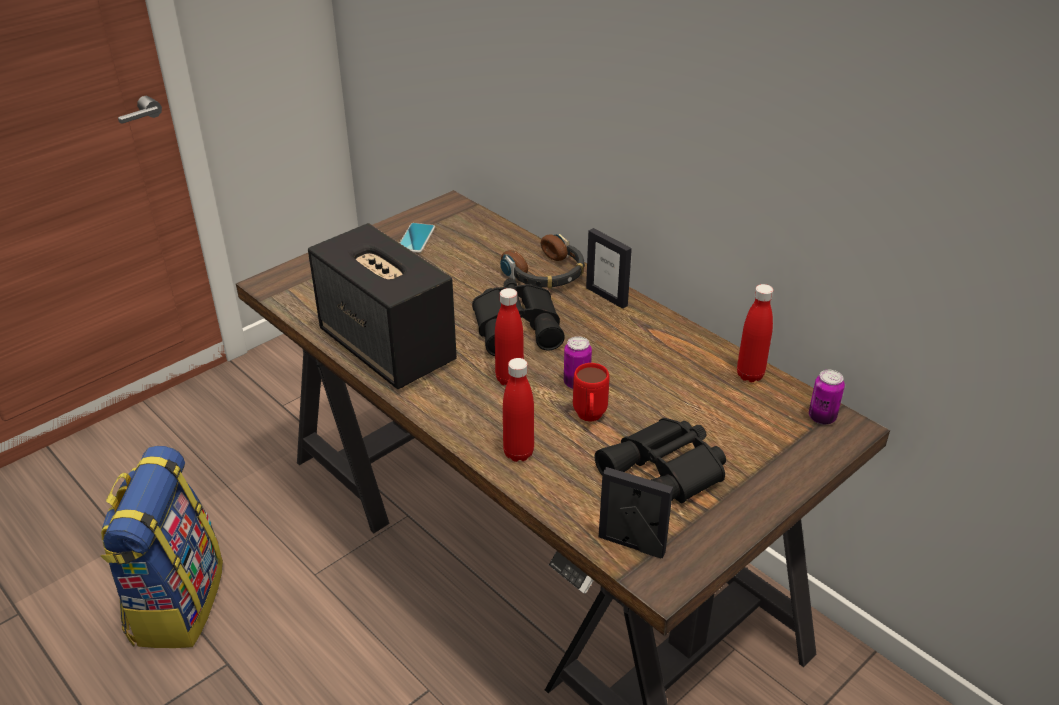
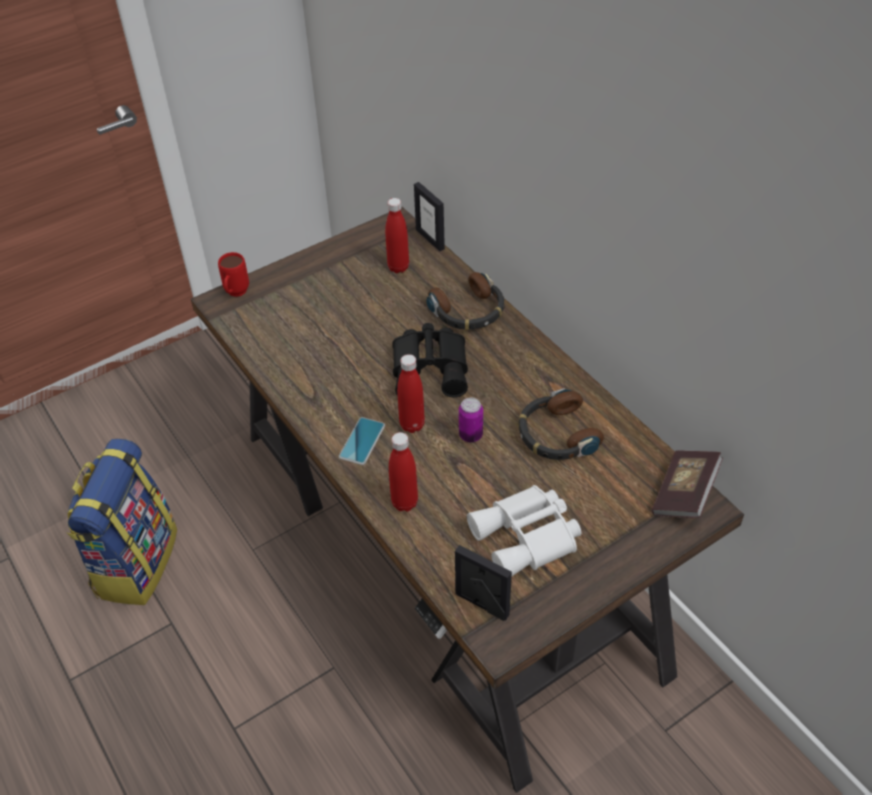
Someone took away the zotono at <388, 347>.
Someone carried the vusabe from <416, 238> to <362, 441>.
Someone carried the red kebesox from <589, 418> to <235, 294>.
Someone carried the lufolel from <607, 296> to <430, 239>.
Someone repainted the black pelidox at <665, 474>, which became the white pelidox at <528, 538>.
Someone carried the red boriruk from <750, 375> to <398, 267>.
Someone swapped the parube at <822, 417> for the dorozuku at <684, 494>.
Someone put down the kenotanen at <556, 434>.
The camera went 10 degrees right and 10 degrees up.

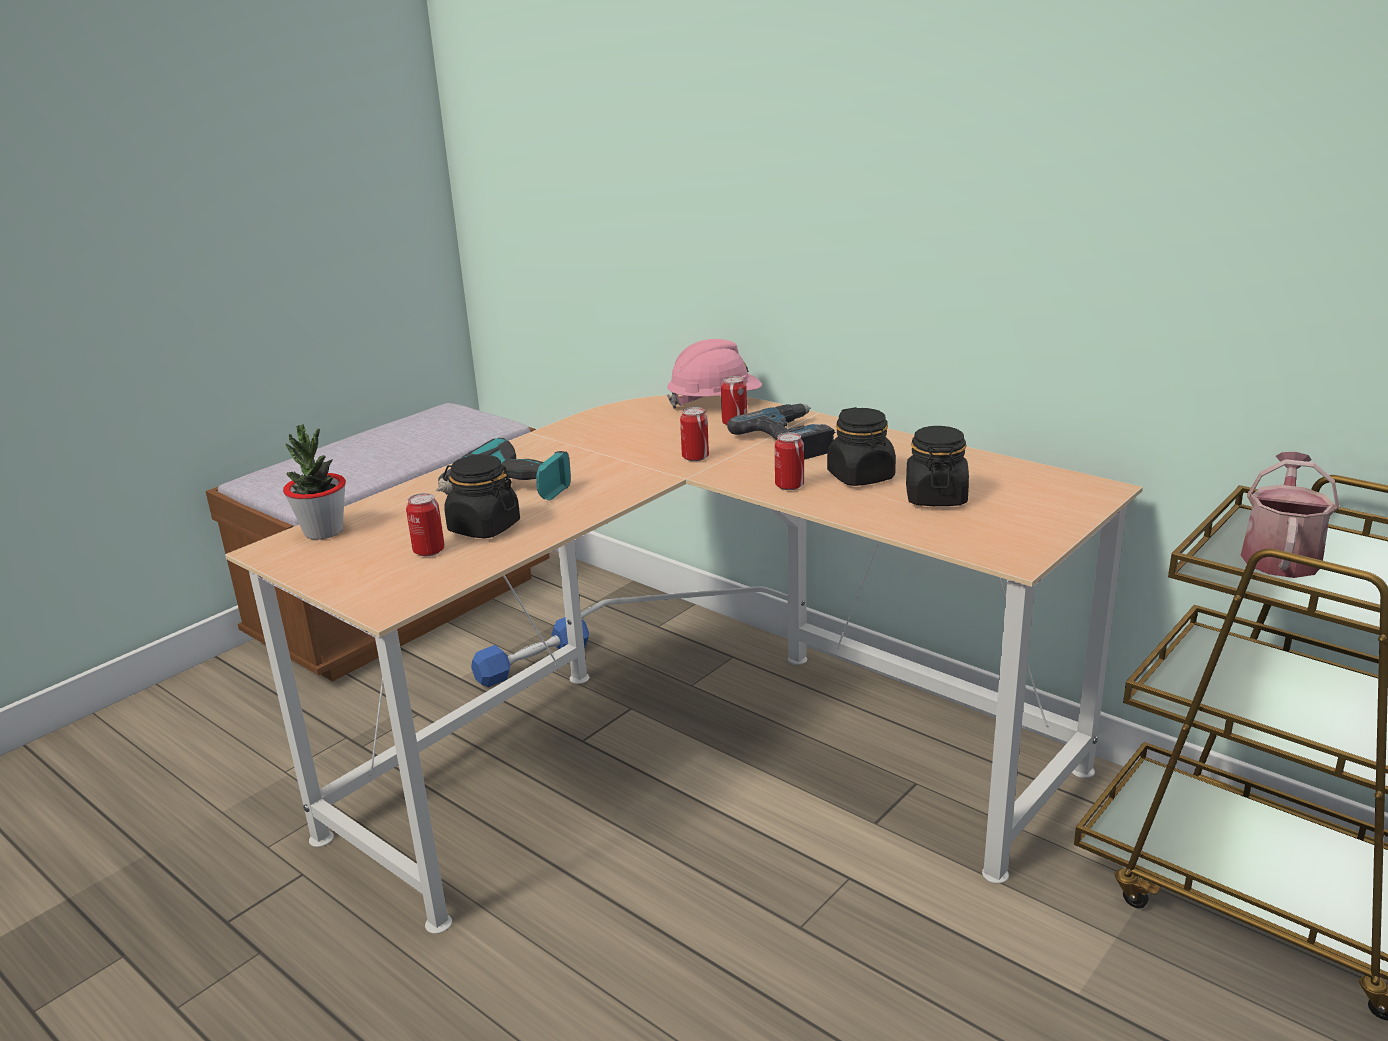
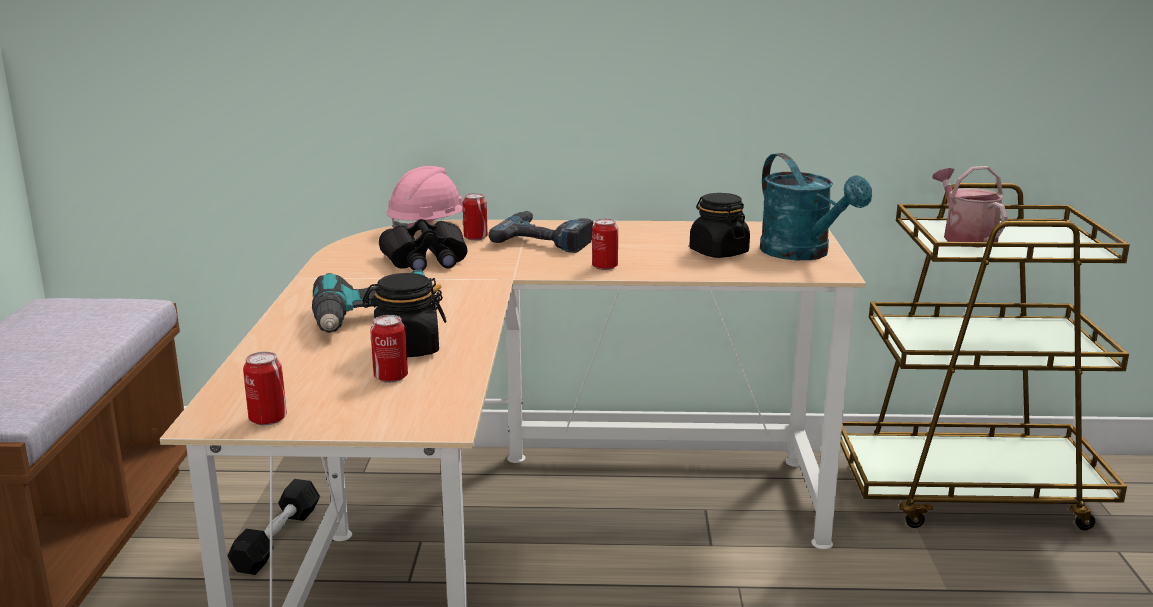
Someone took away the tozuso at <323, 532>.
Someone repainted the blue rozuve at <533, 663>, which became the black rozuve at <277, 539>.
Someone carried the parube from <695, 457> to <268, 419>.
Someone took away the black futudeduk at <861, 477>.
Someone put down the black pelidox at <426, 260>.
Someone put down the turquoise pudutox at <803, 254>.
The camera went 40 degrees left and 5 degrees down.

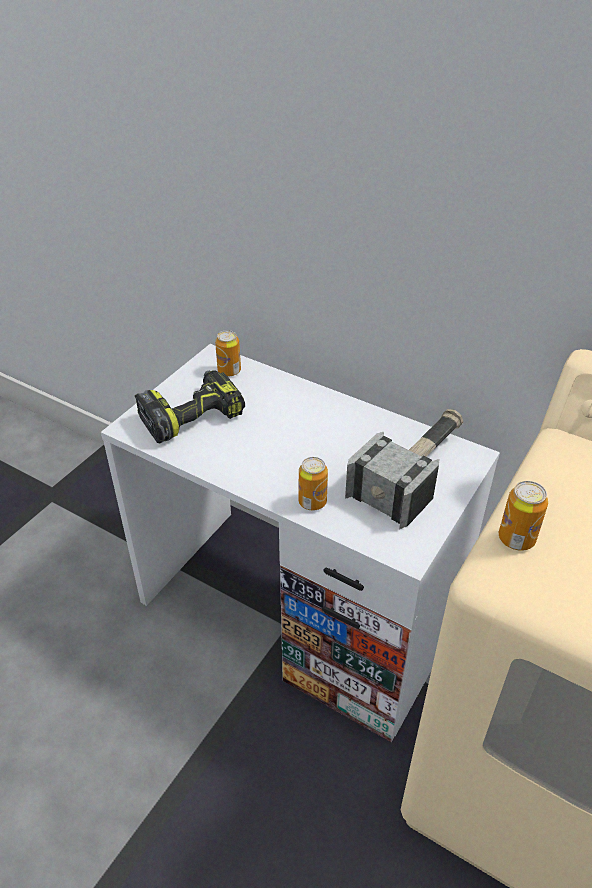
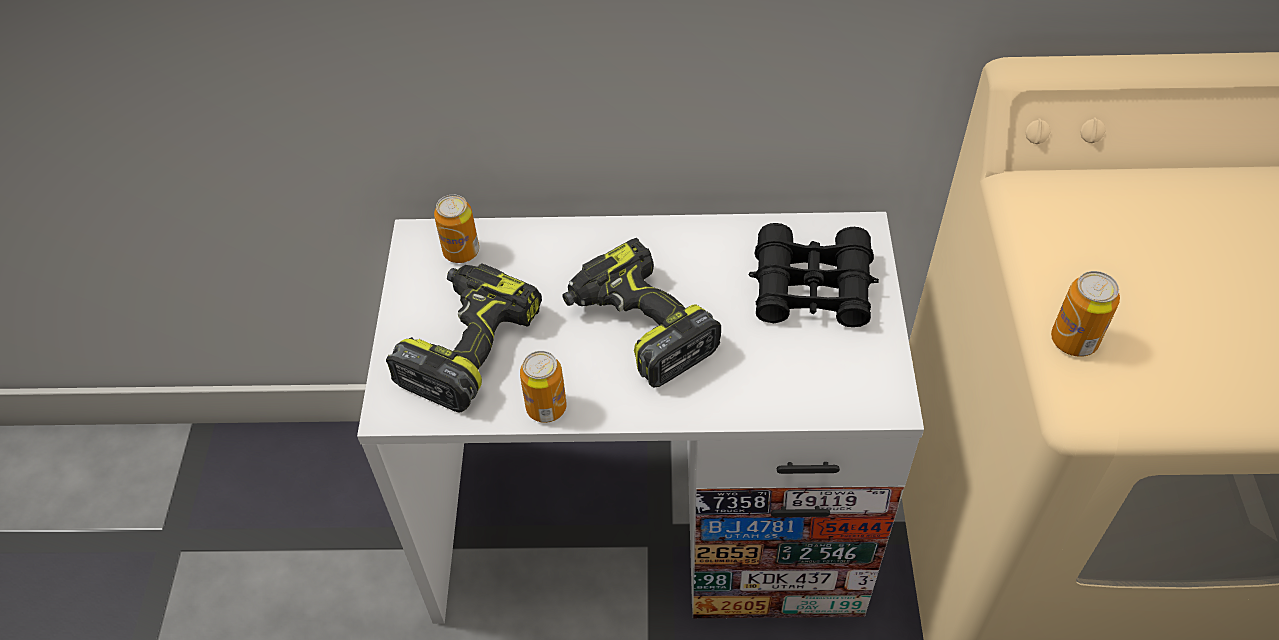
Someone carried the parube from <312, 502> to <546, 408>.
Someone swapped the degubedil at <413, 472> for the black pelidox at <811, 288>.
Someone put down the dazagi at <638, 326>.
The camera went 30 degrees left and 10 degrees up.

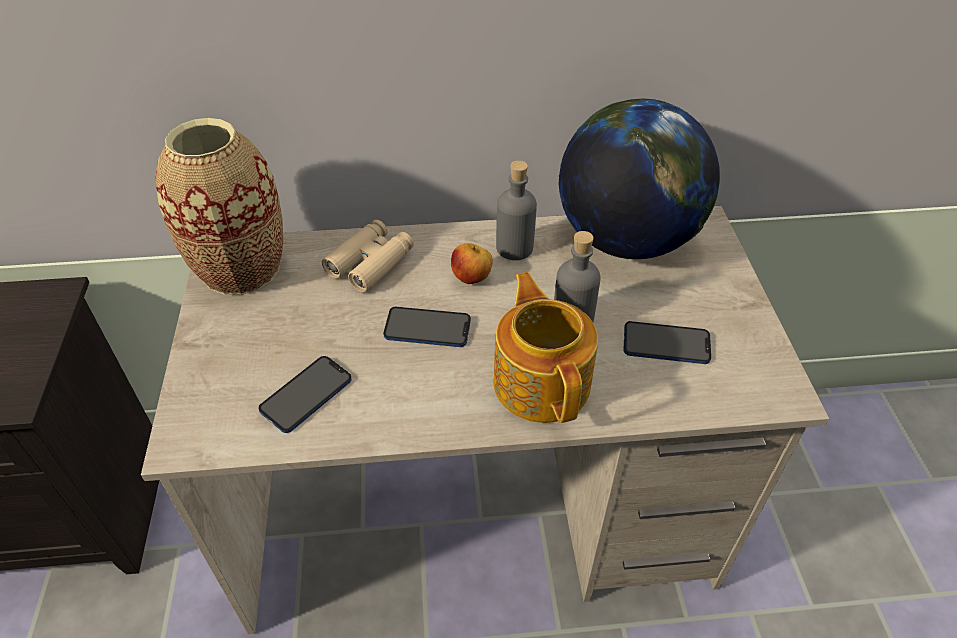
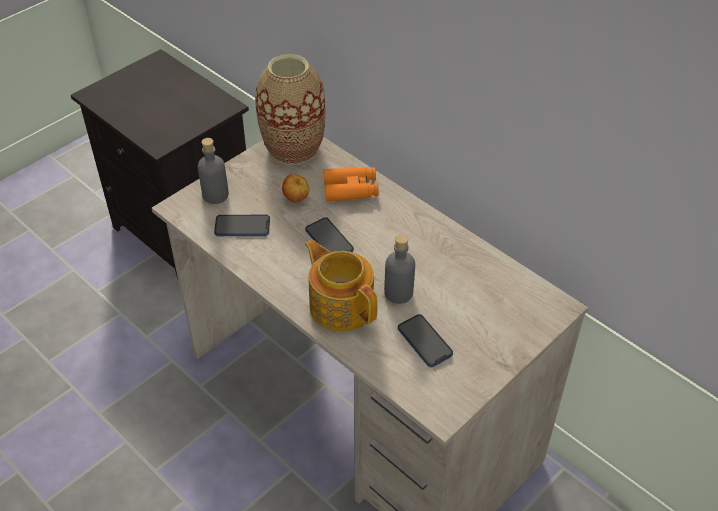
Someone repainted the beige pelidox at <370, 262>, which became the orange pelidox at <351, 189>.
Someone carried the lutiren from <472, 278> to <296, 199>.
Someone rotated the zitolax at <542, 381> by 75 degrees counterclockwise.
Someone carried the grey boriruk from <514, 248> to <215, 195>.
Someone took away the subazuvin at <626, 241>.
The camera went 50 degrees right and 0 degrees up.

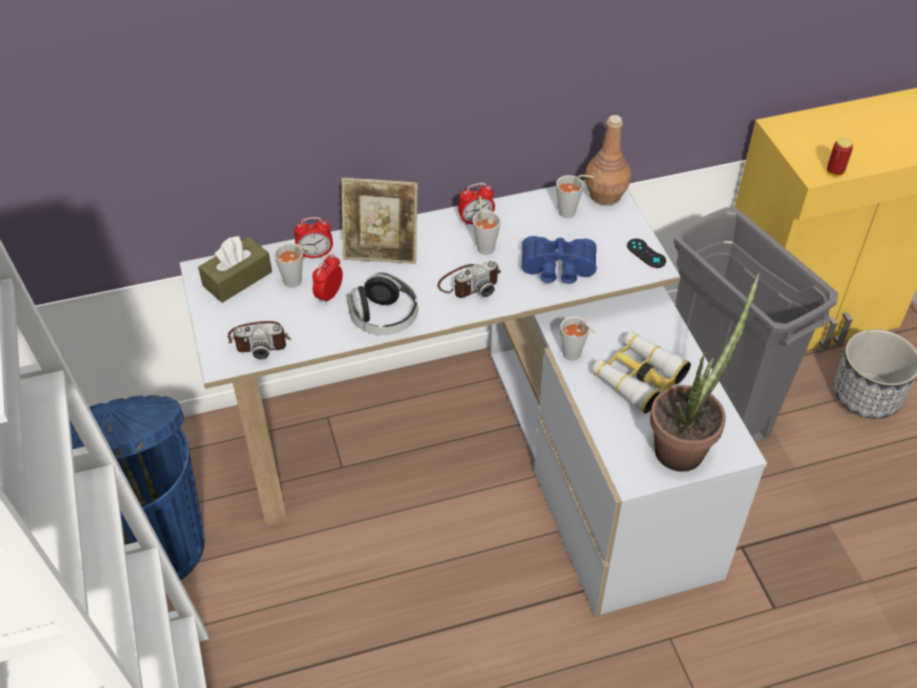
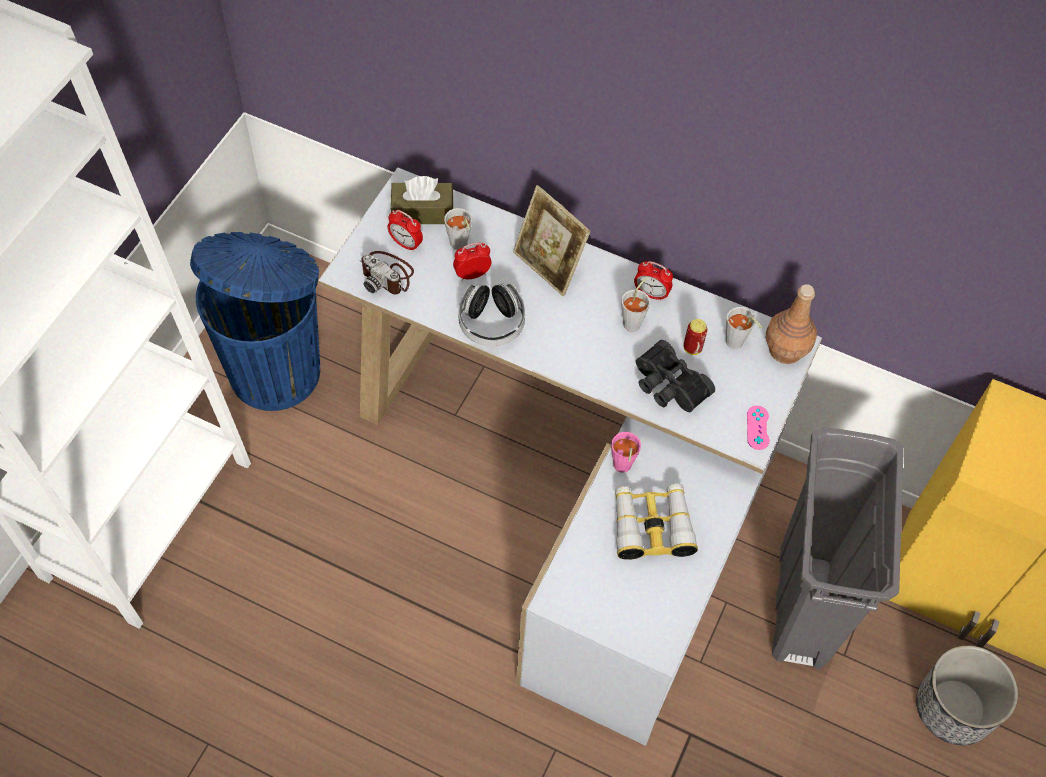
Someone carried the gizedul from <315, 255> to <406, 244>.
Someone took away the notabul at <469, 283>.
Someone repainted the blue pelidox at <558, 270>, which became the black pelidox at <668, 386>.
Someone repainted the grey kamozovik at <574, 356>, which became the pink kamozovik at <621, 468>.
Someone repainted the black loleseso at <646, 253>, which became the pink loleseso at <758, 428>.
Someone took away the tozuso at <685, 444>.
Someone carried the parube from <835, 172> to <692, 348>.
The camera went 40 degrees right and 10 degrees up.

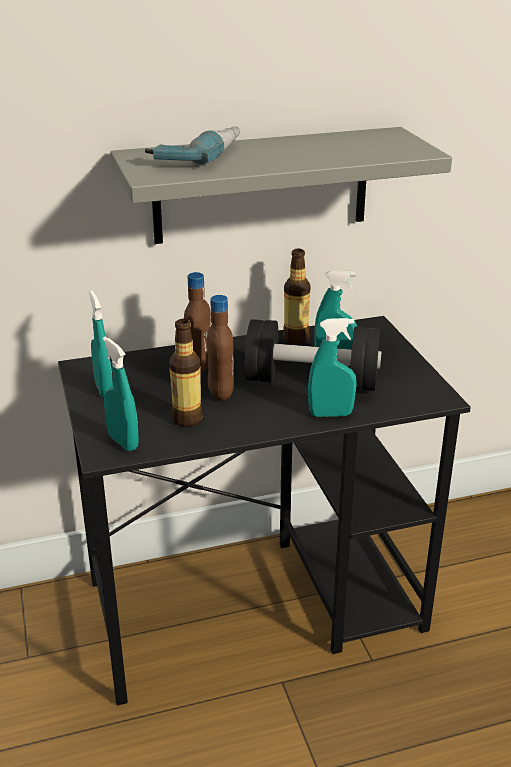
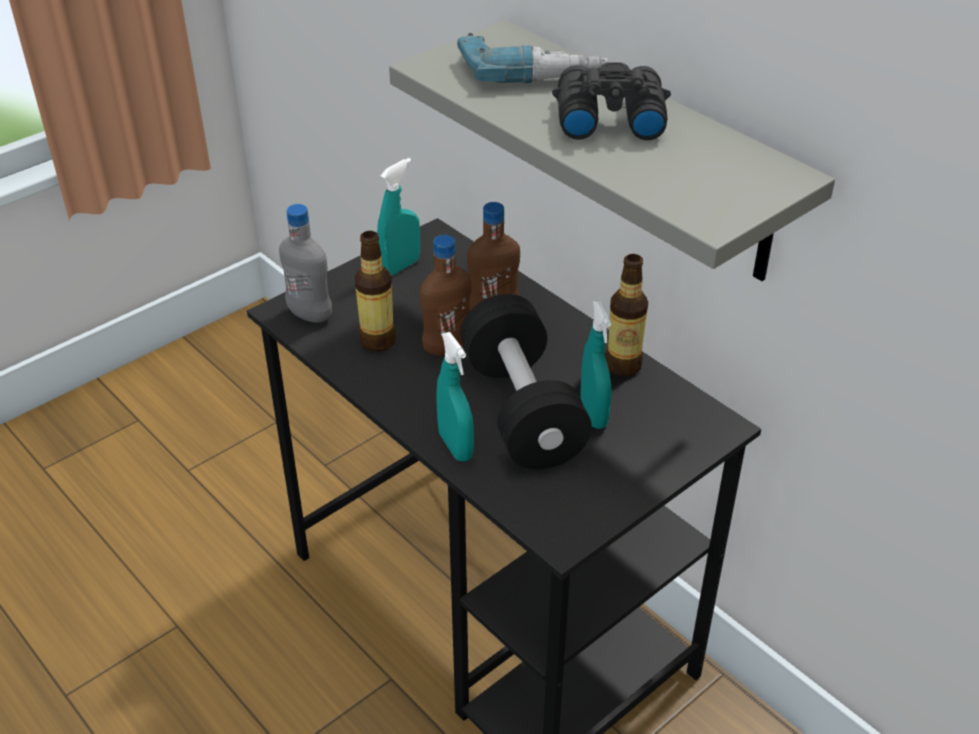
Someone swapped the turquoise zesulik at <123, 442> for the grey boriruk at <310, 314>.
Someone put down the black pelidox at <607, 117>.
The camera went 65 degrees right and 10 degrees up.

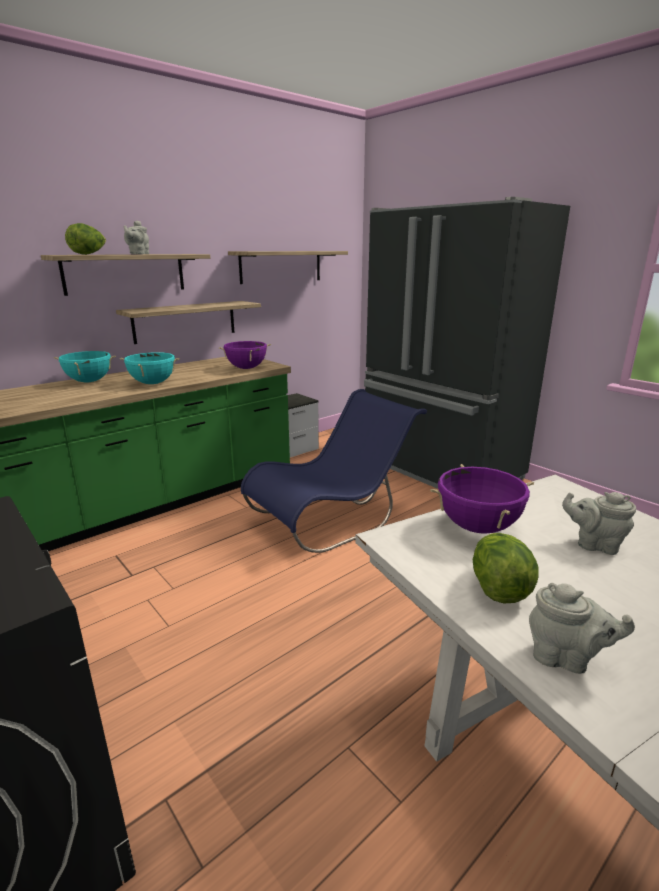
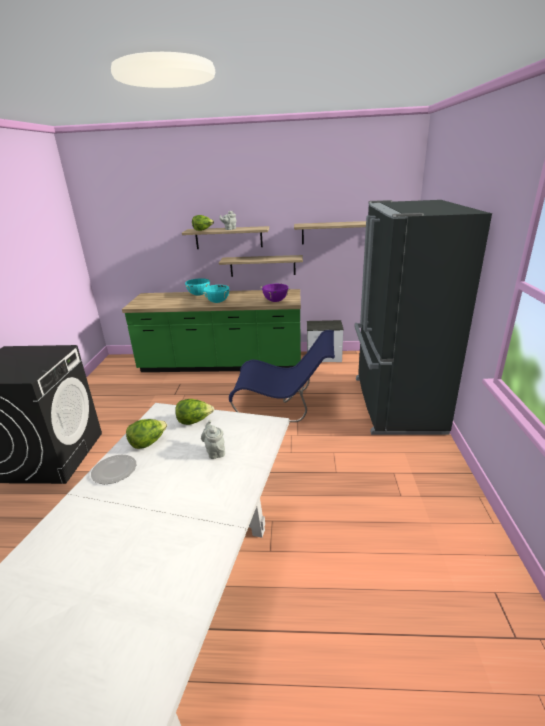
Someone swapped the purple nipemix at <477, 527> for the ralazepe at <194, 421>.
Someone swapped the grey zitolax at <566, 658> for the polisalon at <114, 470>.
The camera went 45 degrees right and 5 degrees up.

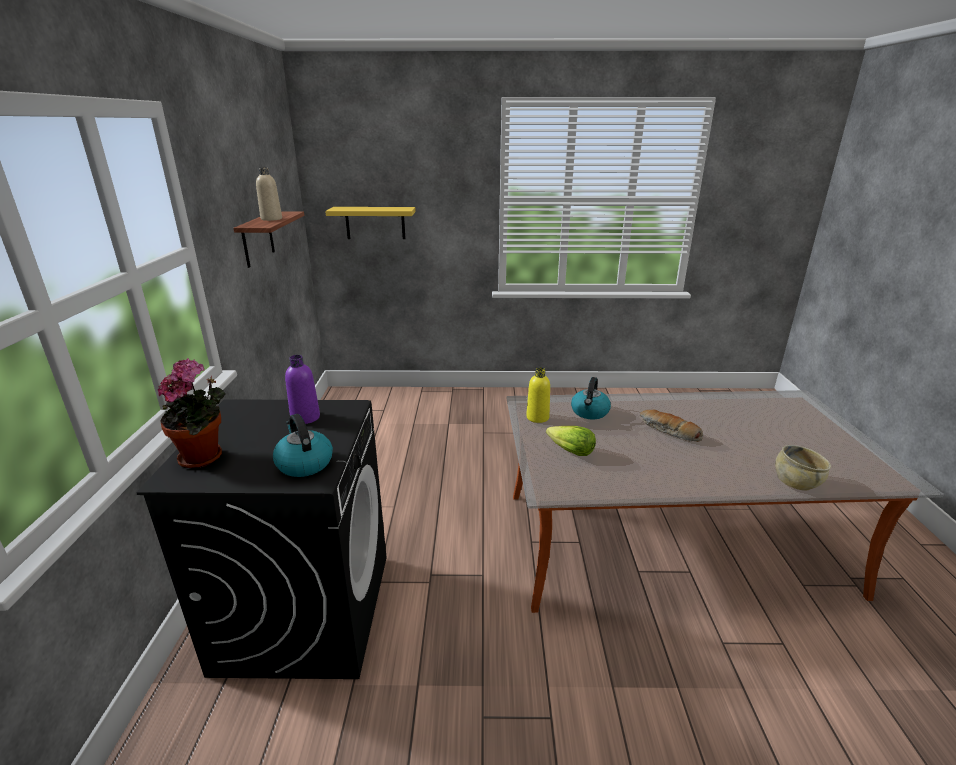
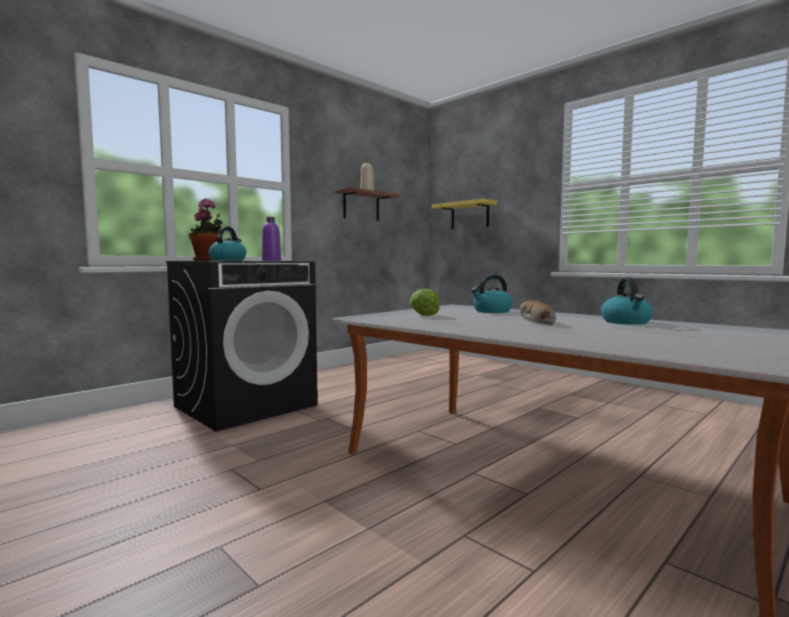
Someone took away the yellow boriruk at <537, 417>.
Someone took away the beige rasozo at <796, 482>.
Someone put down the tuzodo at <626, 322>.
The camera went 45 degrees right and 20 degrees down.

